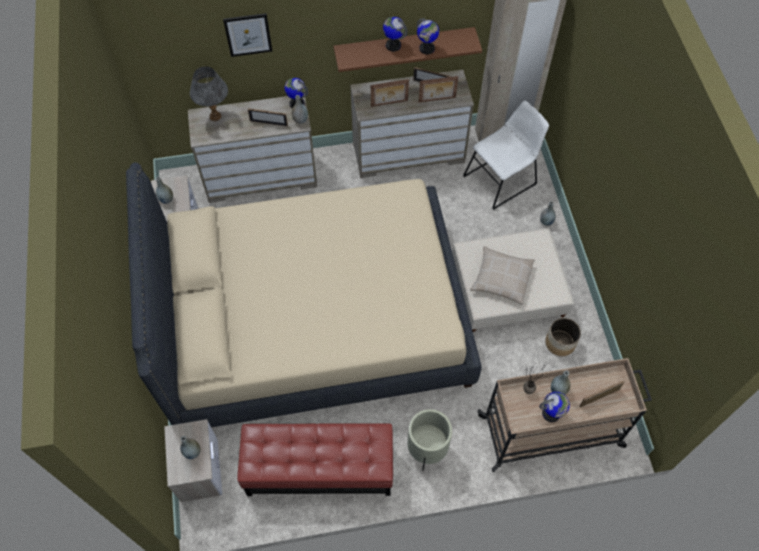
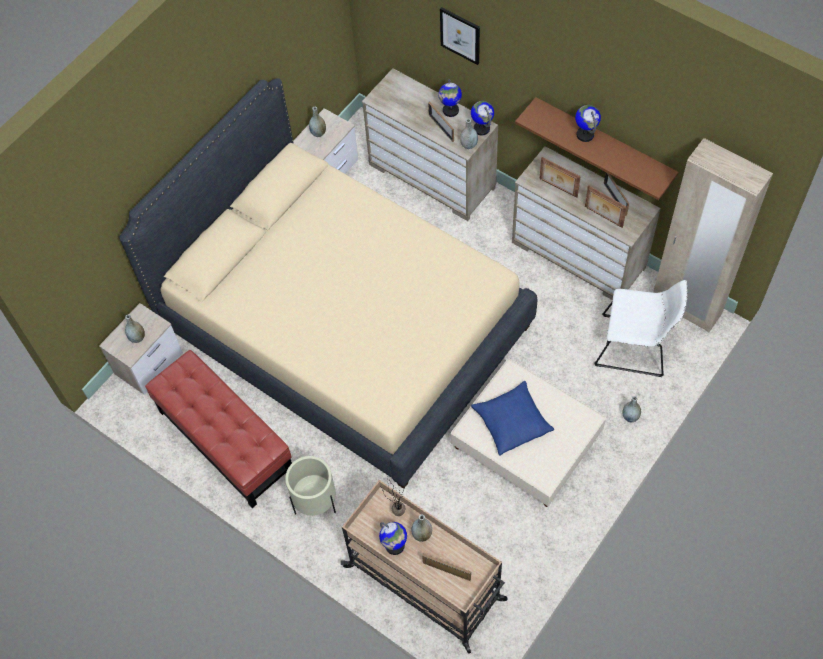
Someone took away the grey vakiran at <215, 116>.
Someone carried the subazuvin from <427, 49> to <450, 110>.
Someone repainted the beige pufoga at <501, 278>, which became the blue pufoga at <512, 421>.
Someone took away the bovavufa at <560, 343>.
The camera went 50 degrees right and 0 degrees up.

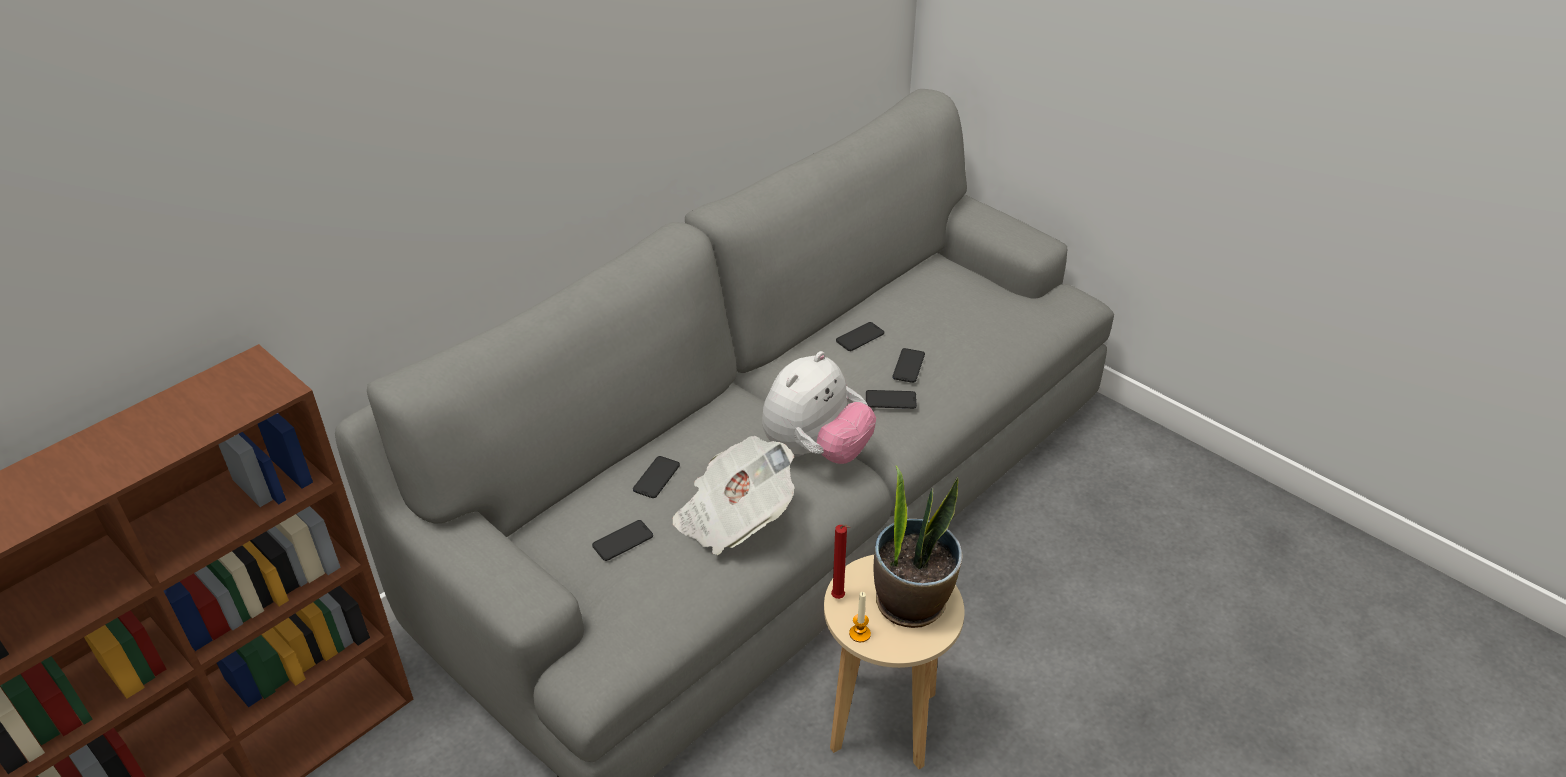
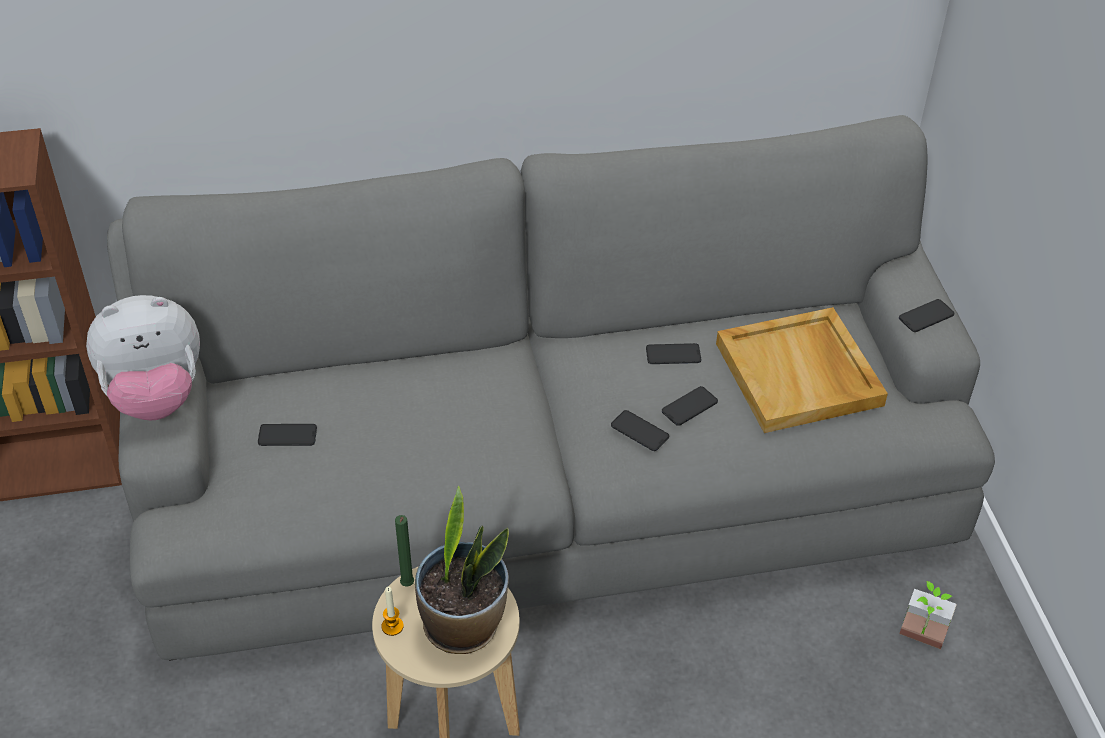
Someone carried the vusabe from <656, 477> to <926, 316>.
Someone took away the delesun at <734, 517>.
Someone carried the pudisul from <816, 451> to <156, 396>.
Someone repainted the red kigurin at <839, 598>, which became the green kigurin at <407, 586>.
Someone put down the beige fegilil at <800, 375>.
Someone put down the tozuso at <920, 640>.
The camera went 35 degrees right and 5 degrees up.

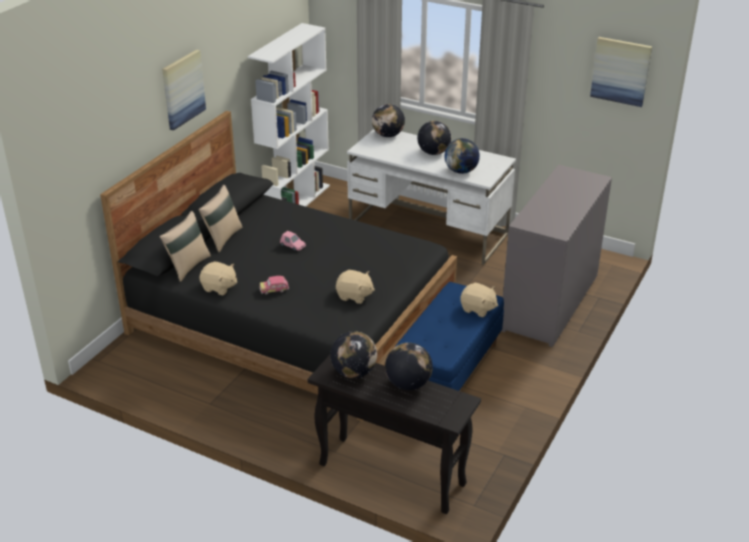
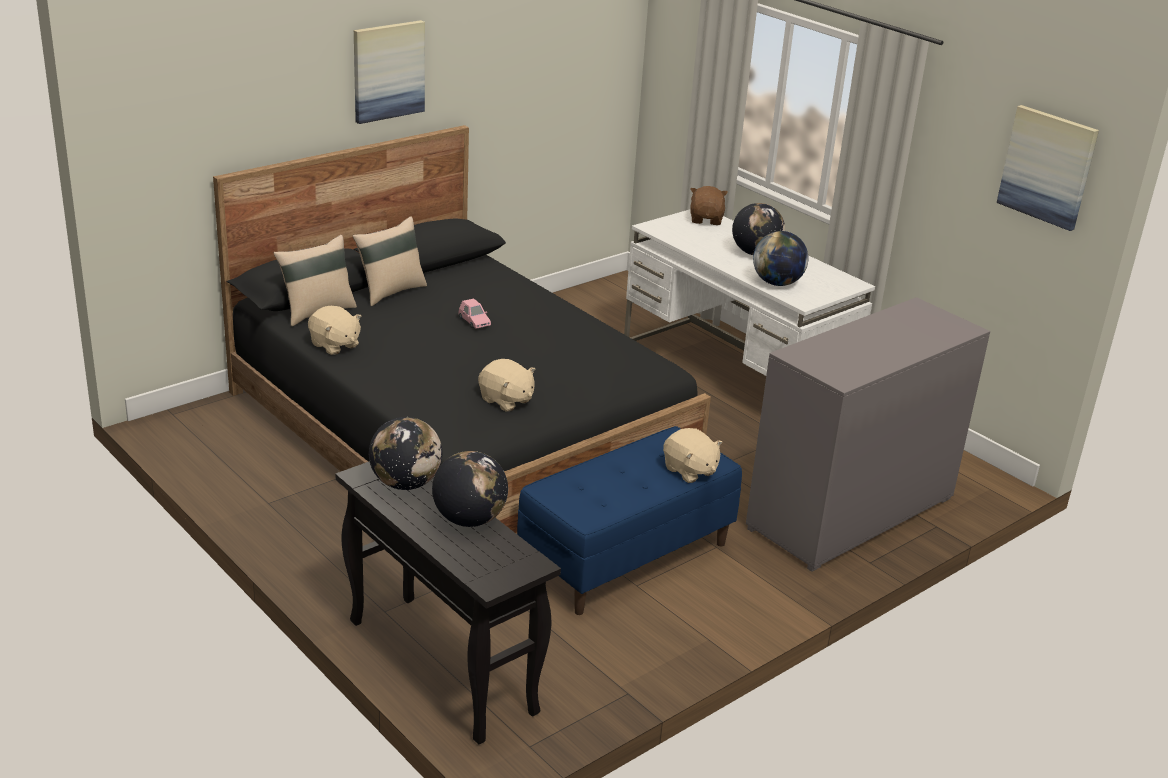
Someone took away the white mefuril at <295, 202>.
Someone took away the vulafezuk at <274, 290>.
Someone swapped the subazuvin at <388, 135> for the brown pudisul at <706, 220>.
The camera went 20 degrees right and 5 degrees down.

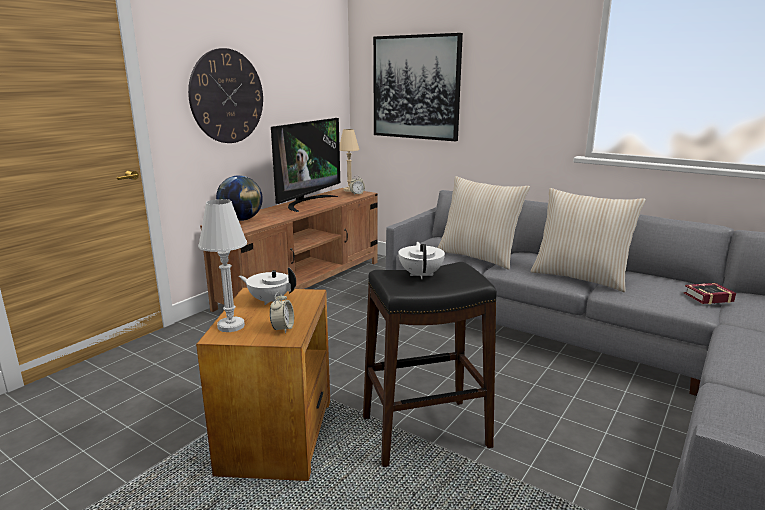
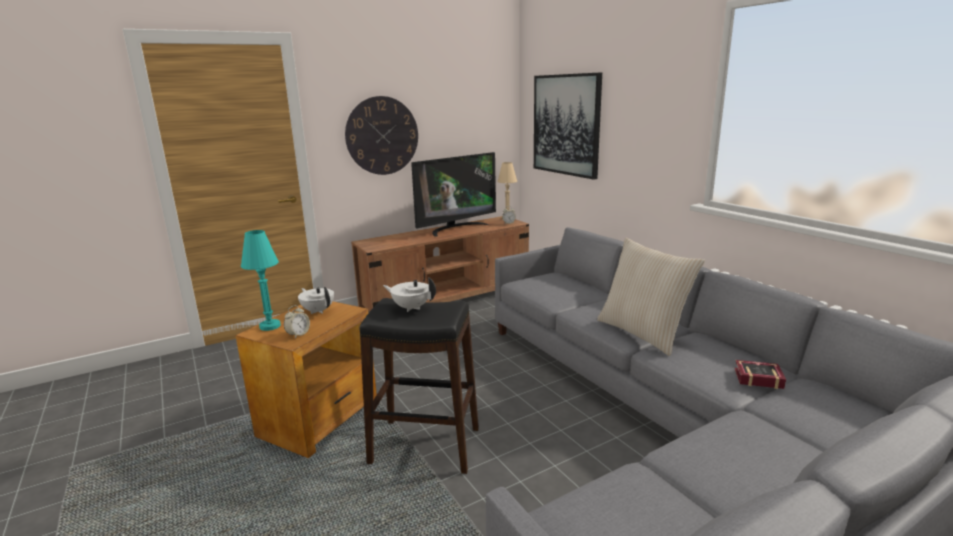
Someone repainted the white vakiran at <231, 326>, which became the turquoise vakiran at <270, 326>.
Someone took away the subazuvin at <241, 220>.
Someone rotated the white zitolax at <421, 275> by 90 degrees counterclockwise.
Someone took away the beige pufoga at <478, 257>.
The camera went 25 degrees right and 0 degrees up.

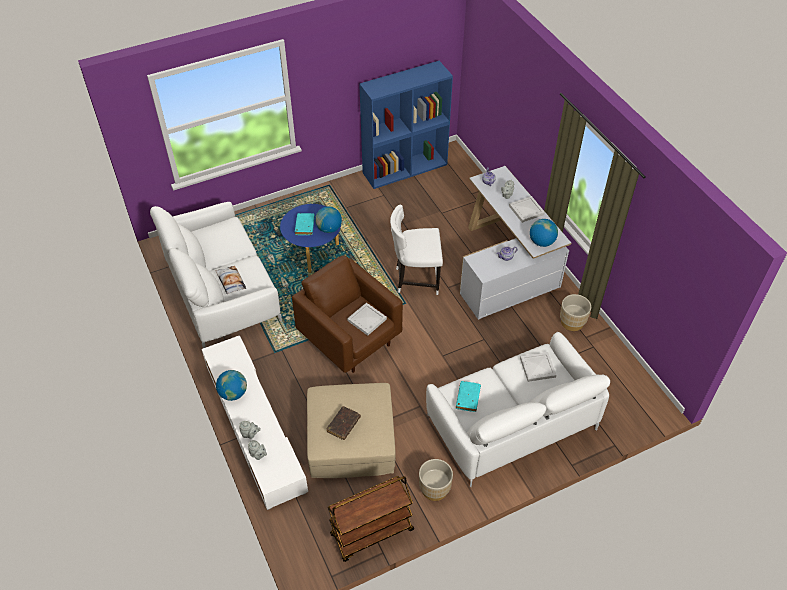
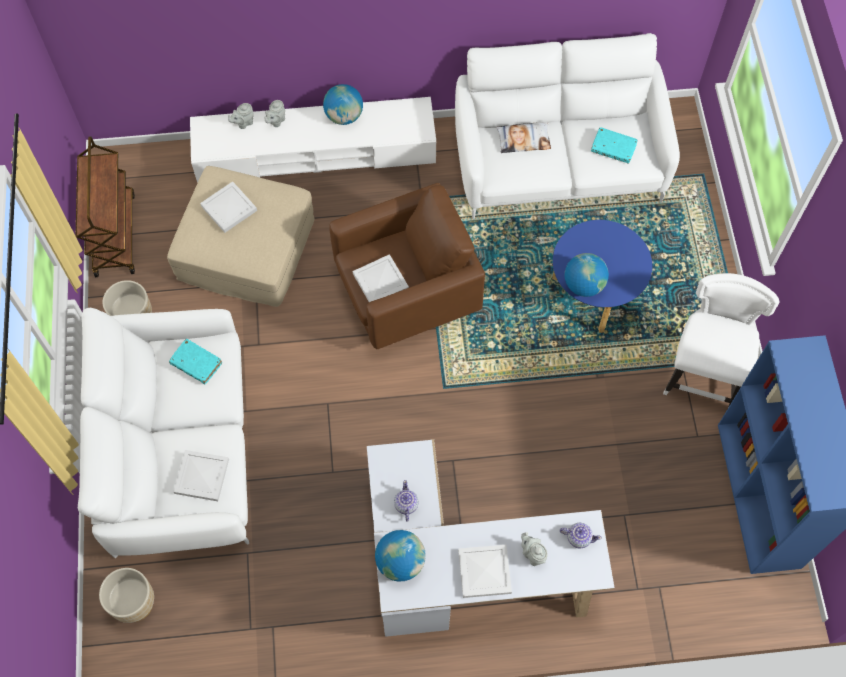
Someone carried the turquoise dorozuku from <305, 226> to <613, 148>.
Someone swapped the brown dorozuku at <343, 425> for the white fegilil at <229, 209>.
Someone carried the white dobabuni from <415, 279> to <703, 374>.
Someone carried the beige bovavufa from <572, 322> to <134, 603>.
The camera went 110 degrees right and 15 degrees up.

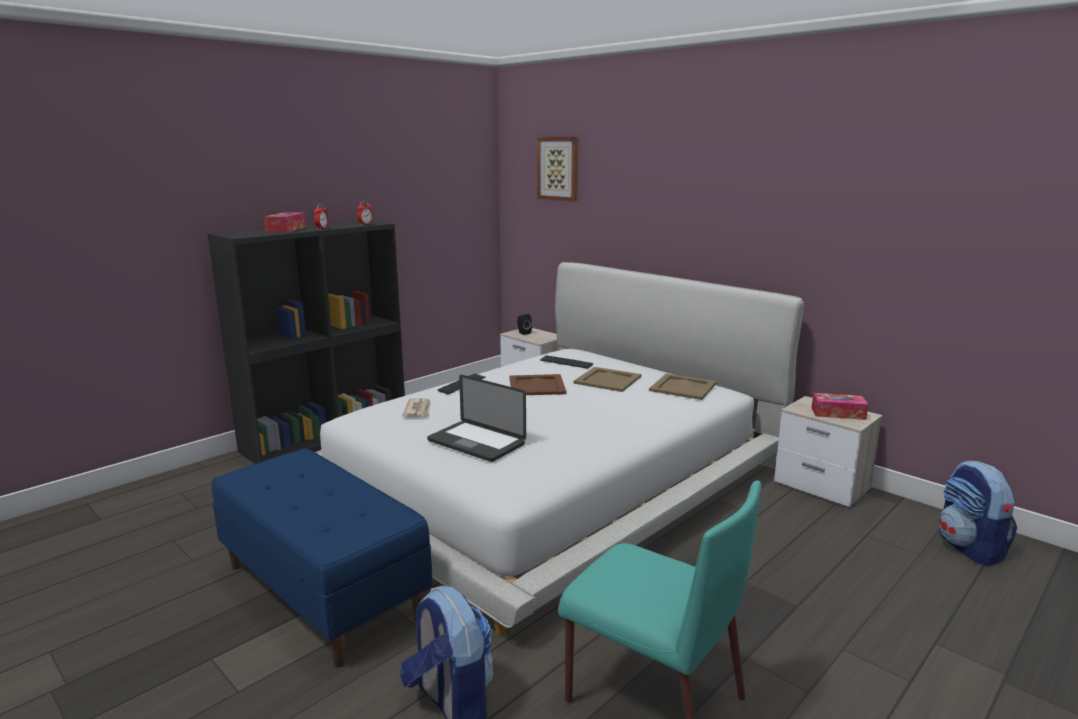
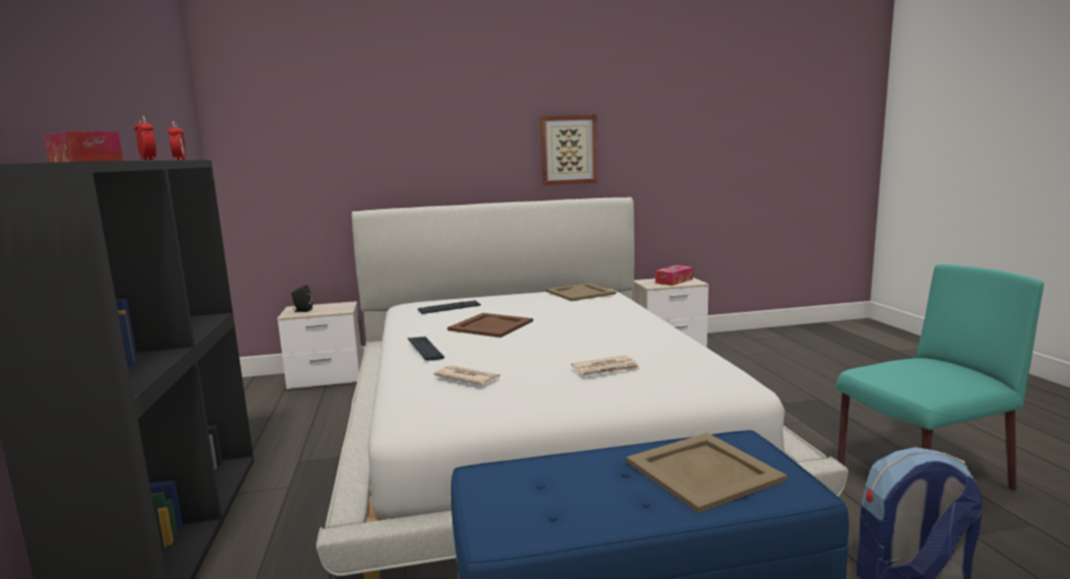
Someone swapped the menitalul at <476, 442> for the delesun at <606, 369>.
Someone carried the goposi from <558, 168> to <568, 150>.
Someone carried the beige fegilil from <607, 380> to <703, 471>.
Someone took away the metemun at <970, 548>.
The camera went 55 degrees left and 5 degrees down.

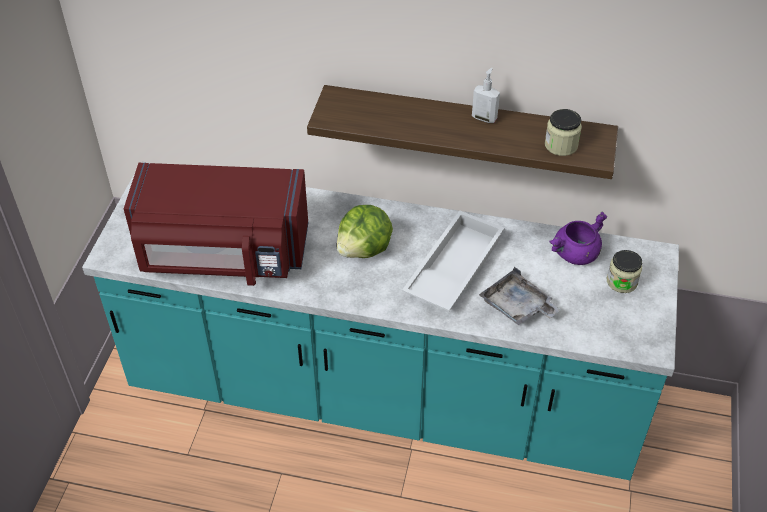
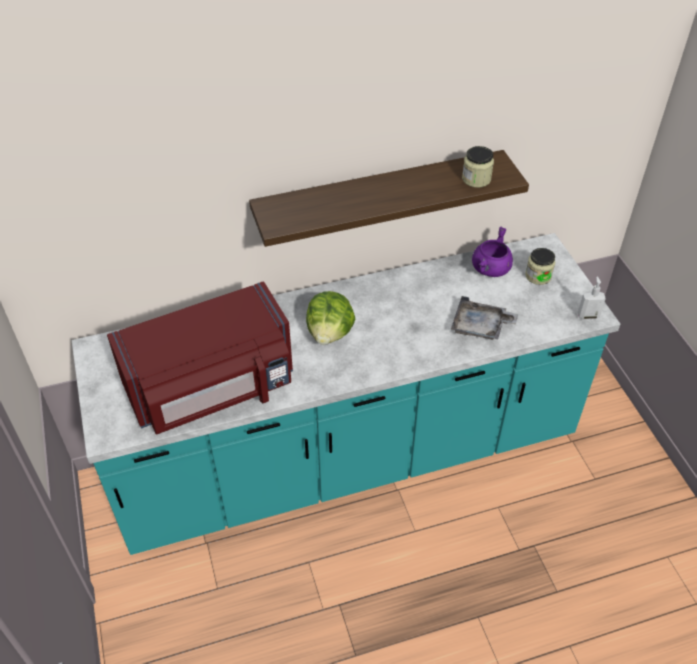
Someone took away the white fegilil at <452, 267>.
Someone carried the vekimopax from <484, 118> to <587, 315>.
The camera went 30 degrees left and 0 degrees up.

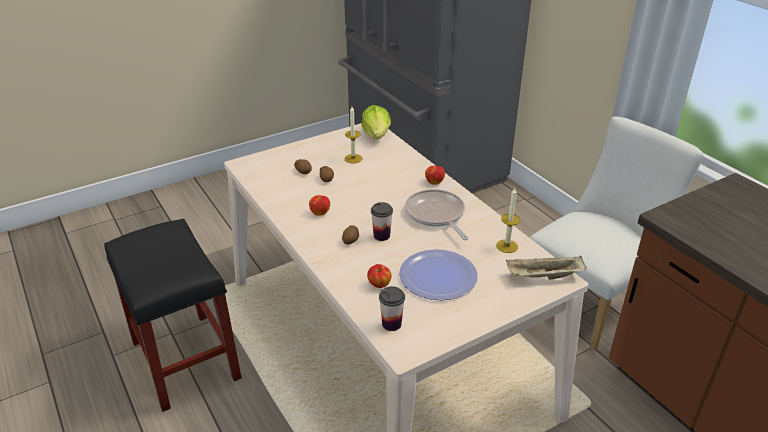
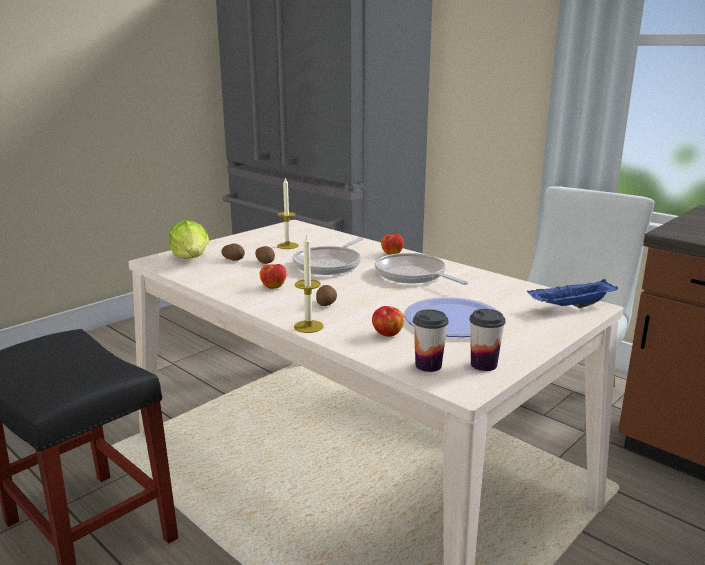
Someone carried the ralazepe from <377, 135> to <192, 258>.
Someone carried the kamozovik from <381, 236> to <483, 364>.
Someone carried the kigurin from <507, 246> to <308, 326>.
Someone repainted the beige fegilil at <543, 277>, which became the blue fegilil at <571, 307>.
Someone put down the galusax at <330, 265>.
The camera went 15 degrees left and 15 degrees down.

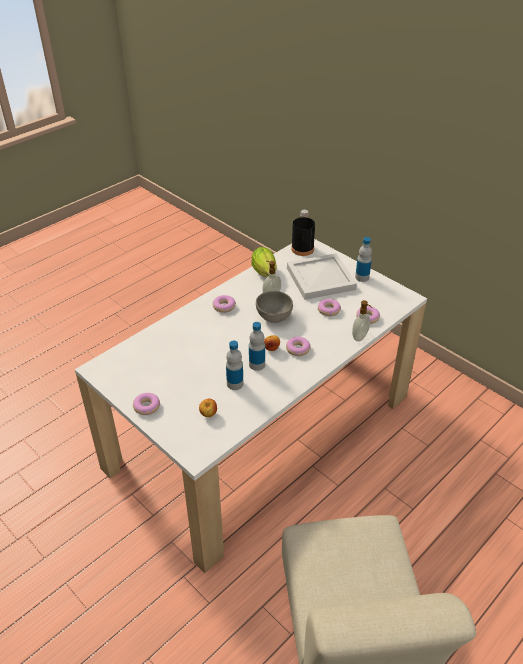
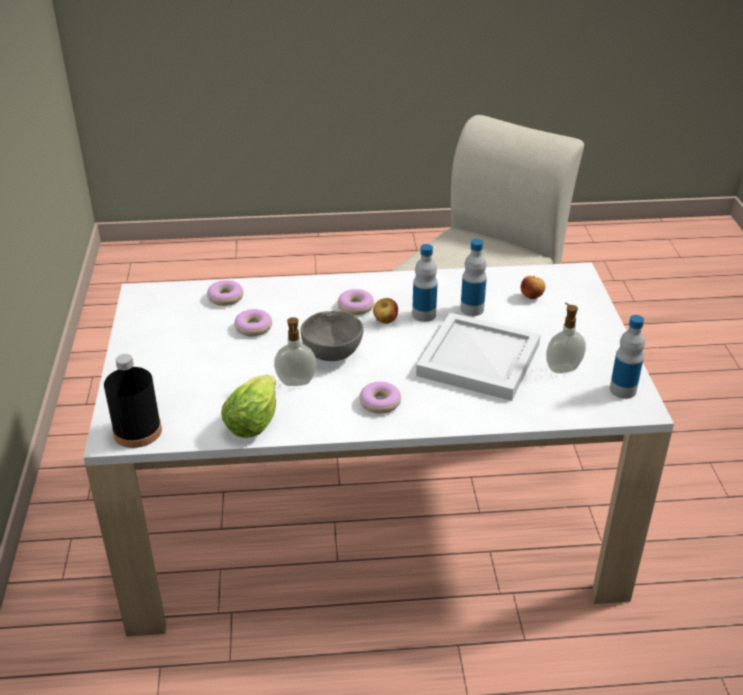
Someone took away the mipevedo at <147, 407>.
Someone carried the white fegilil from <321, 278> to <476, 360>.
Someone carried the vekimopax from <360, 337> to <562, 368>.
Someone carried the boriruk from <362, 277> to <623, 390>.
The camera went 140 degrees left and 5 degrees down.

